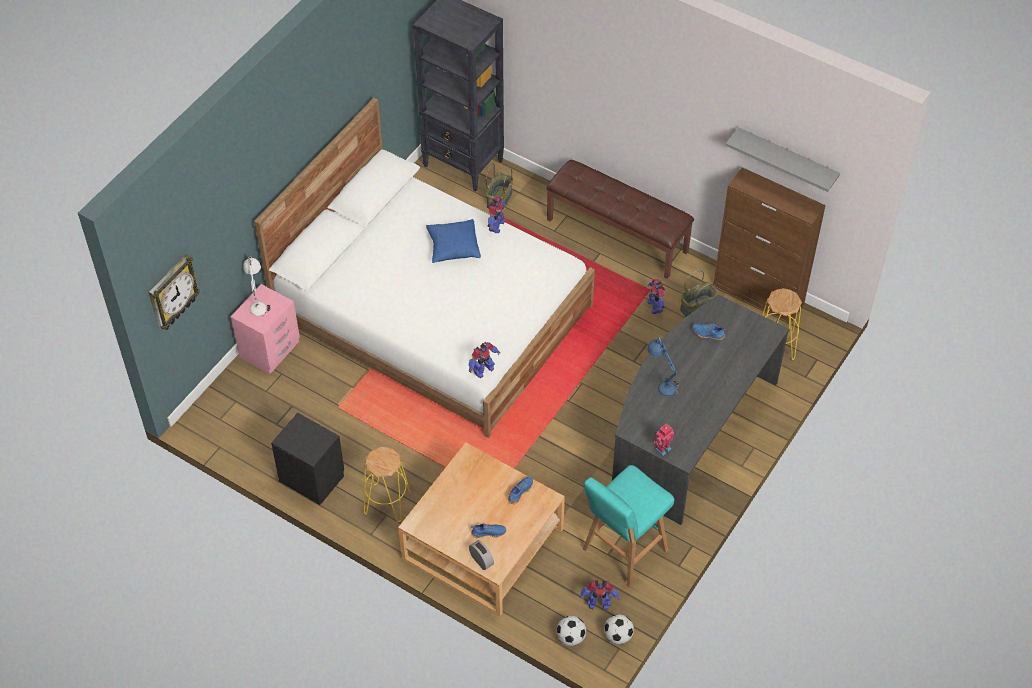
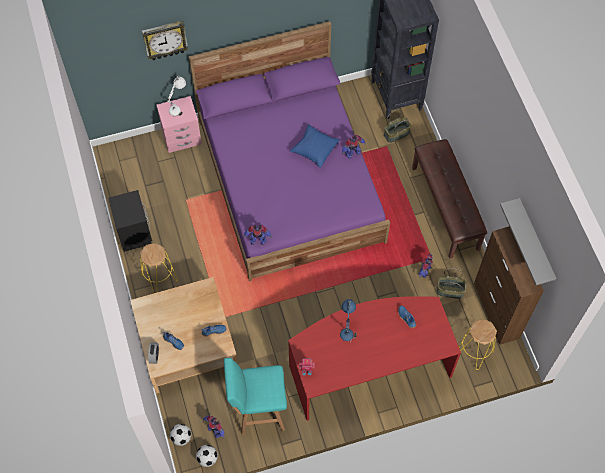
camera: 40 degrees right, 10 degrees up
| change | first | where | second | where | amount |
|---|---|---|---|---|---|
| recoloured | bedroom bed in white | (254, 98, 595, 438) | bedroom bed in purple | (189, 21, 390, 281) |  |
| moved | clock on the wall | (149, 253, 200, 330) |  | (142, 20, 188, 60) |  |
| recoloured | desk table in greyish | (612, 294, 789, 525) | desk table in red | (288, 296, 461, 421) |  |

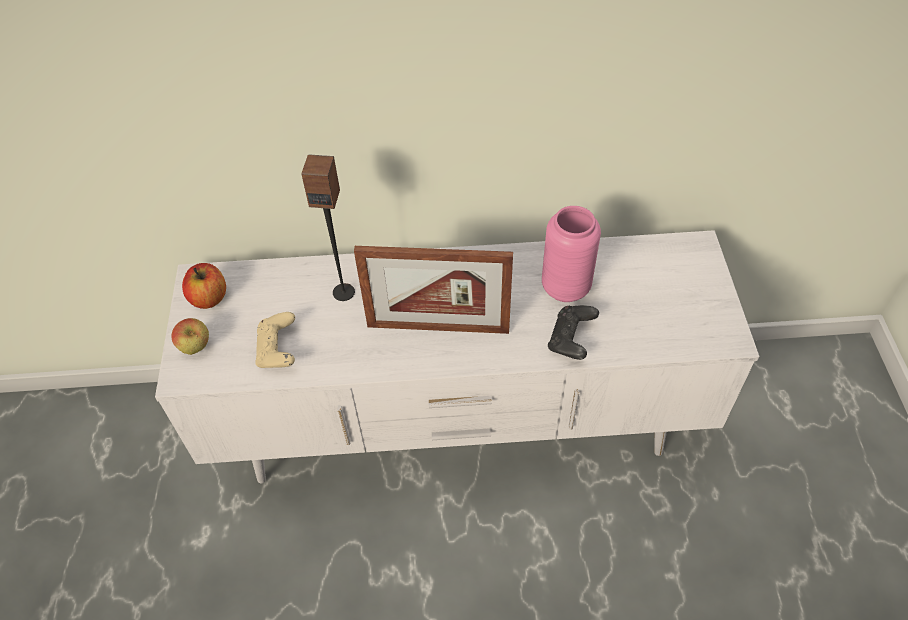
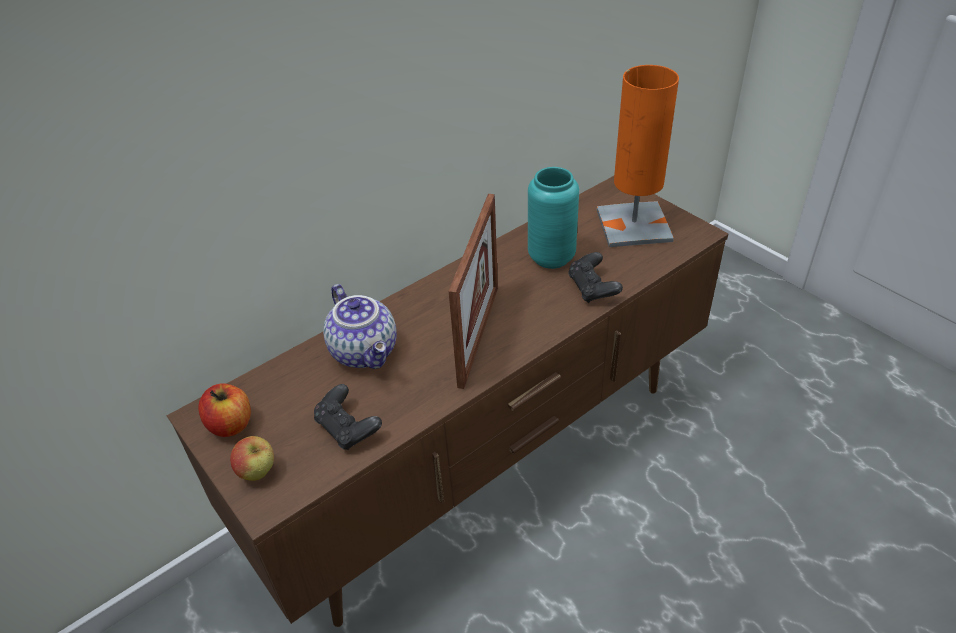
camera: 35 degrees left, 10 degrees down
| change | first | where | second | where | amount |
|---|---|---|---|---|---|
| replaced | audio speaker | (301, 154, 355, 301) | teapot | (323, 284, 397, 369) |  |
| recoloured | flower vase in pink | (542, 206, 601, 302) | flower vase in turquoise-coloured | (528, 167, 579, 269) |  |
| recoloured | media console in white | (155, 230, 760, 484) | media console in brown | (167, 176, 729, 627) |  |
| turned | photo frame | (354, 246, 513, 334) |  | (449, 194, 498, 389) | 45 degrees counterclockwise |
| recoloured | gamepad in beige | (255, 312, 295, 368) | gamepad in blackish | (314, 384, 382, 450) |  |
| added |  |  | tabletop lamp in orange | (597, 65, 679, 247) |  |

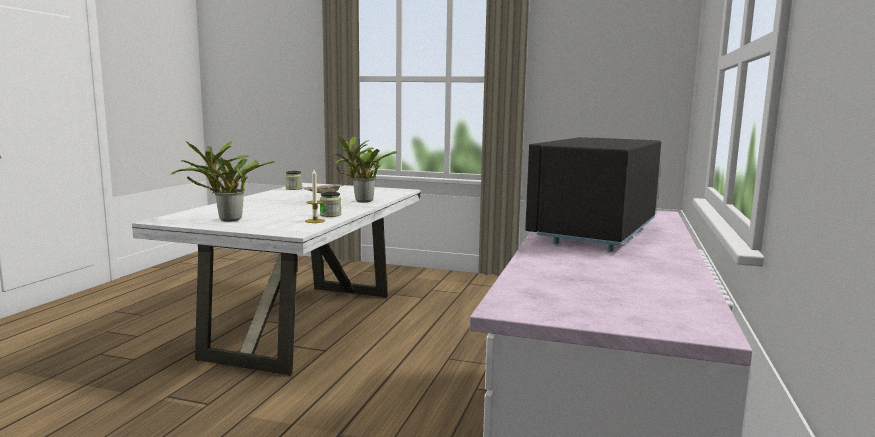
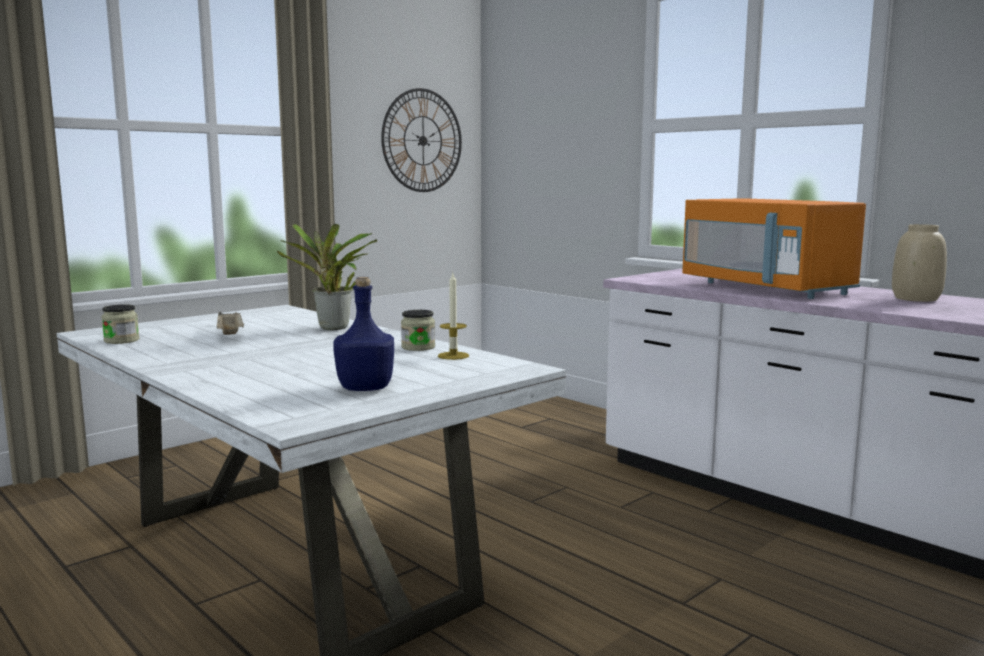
camera: 60 degrees left, 0 degrees up
| change | first | where | second | where | amount |
|---|---|---|---|---|---|
| recoloured | kitchen microwave in blackish | (525, 137, 661, 252) | kitchen microwave in orange | (682, 198, 866, 299) |  |
| replaced | plant in a pot | (171, 141, 275, 222) | beverage bottle in bluish | (334, 277, 394, 391) |  |
| added |  |  | clock on the wall | (381, 88, 462, 192) |  |
| added |  |  | flower vase in beige | (892, 224, 947, 302) |  |

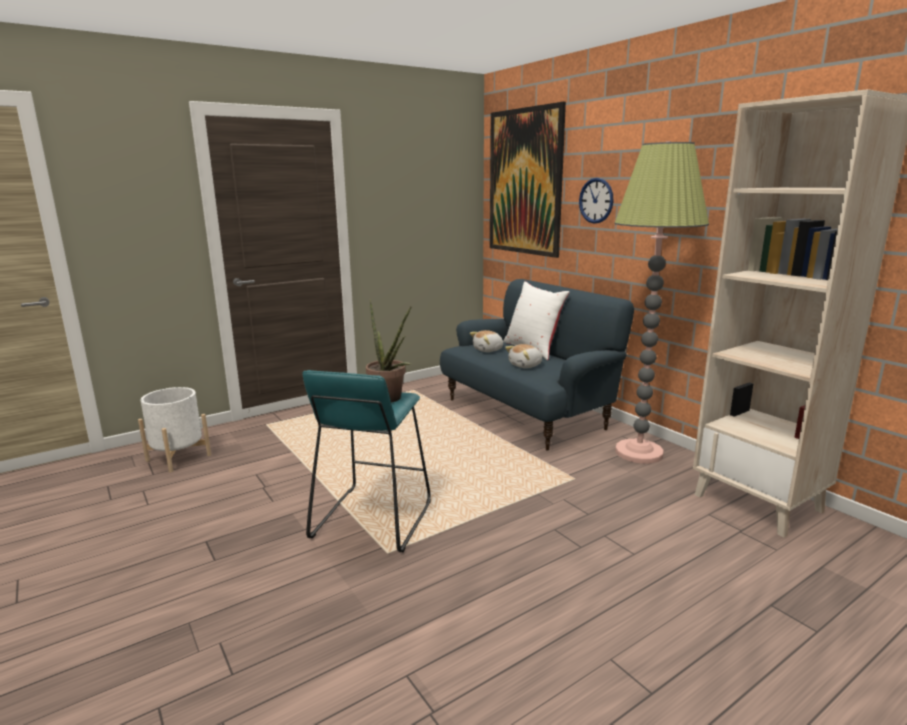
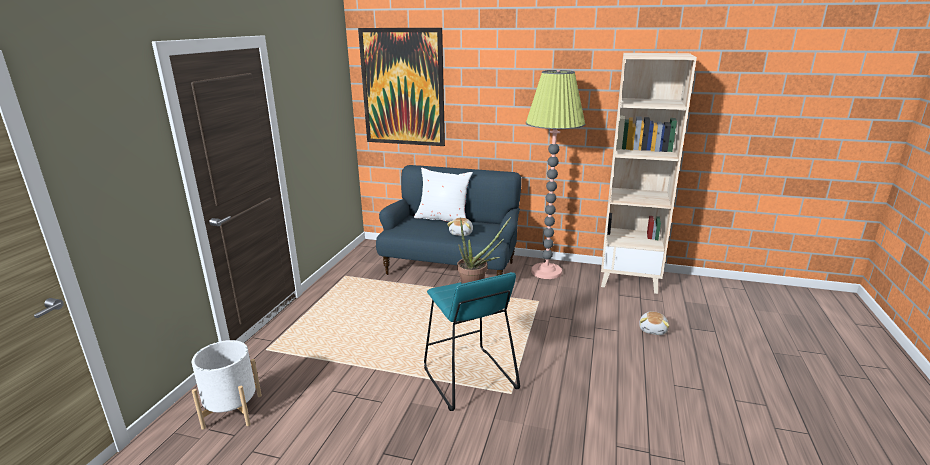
camera: 40 degrees left, 5 degrees up
| change | first | where | second | where | amount |
|---|---|---|---|---|---|
| removed | clock on the wall | (579, 178, 614, 224) |  |  |  |
| moved | plush toy | (470, 330, 504, 352) |  | (639, 312, 670, 335) |  |

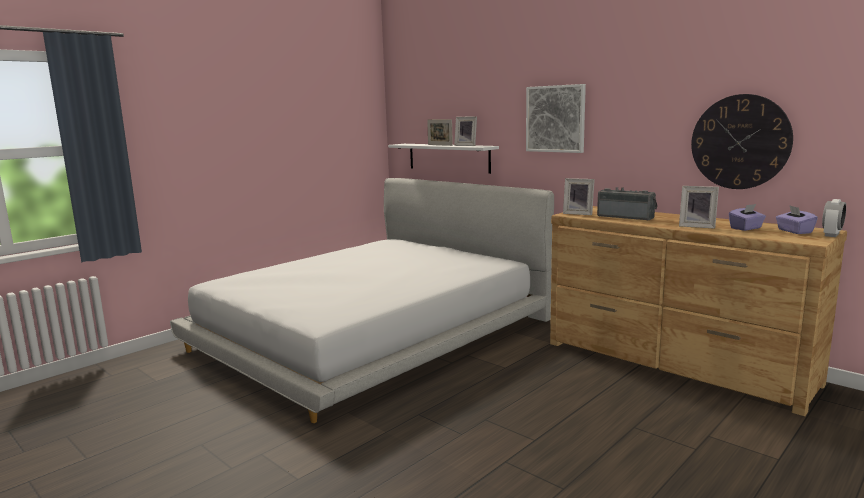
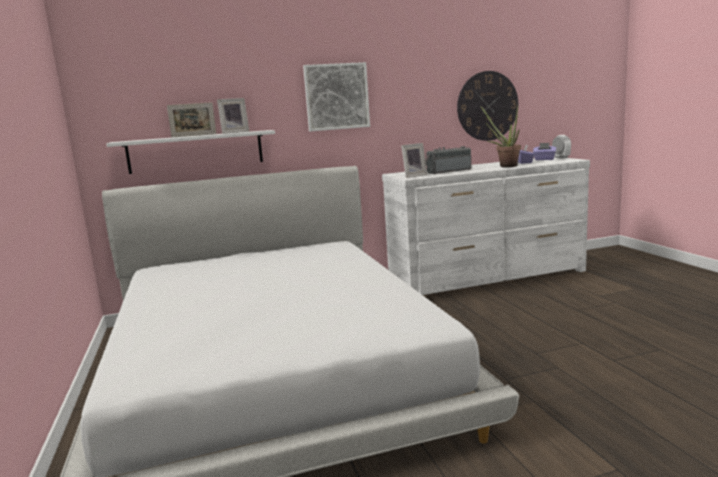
camera: 60 degrees left, 0 degrees up
| change | first | where | second | where | amount |
|---|---|---|---|---|---|
| replaced | photo frame | (679, 186, 719, 229) | plant in a pot | (481, 105, 521, 167) |  |
| recoloured | dresser in brown | (550, 206, 847, 416) | dresser in white | (382, 157, 590, 295) |  |

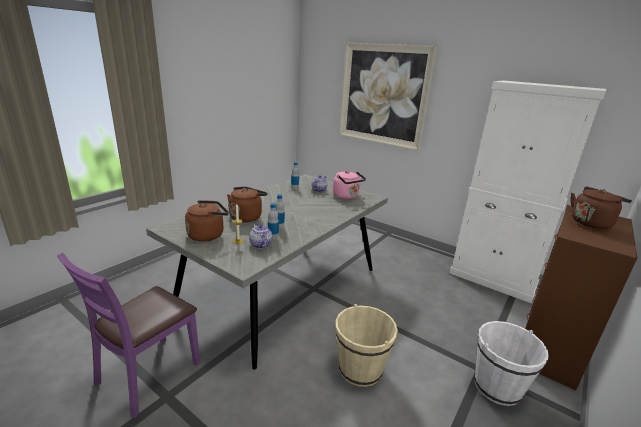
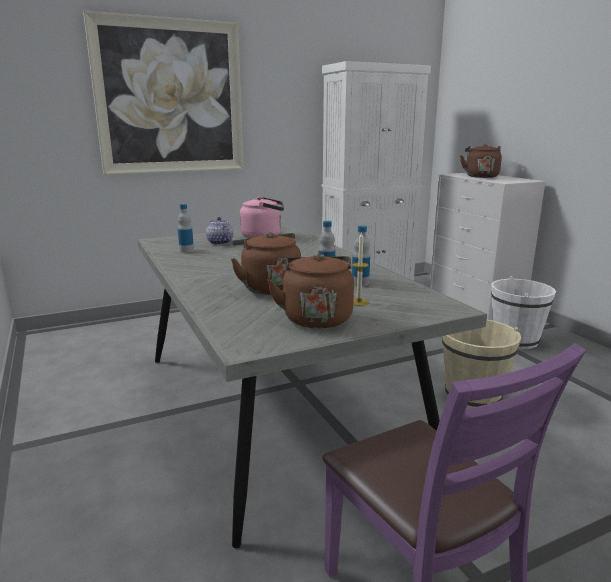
camera: 60 degrees left, 5 degrees down
| change | first | where | second | where | amount |
|---|---|---|---|---|---|
| recoloured | dresser in brown | (525, 205, 637, 390) | dresser in white | (430, 173, 546, 321) |  |
| removed | teapot | (249, 223, 273, 248) |  |  |  |

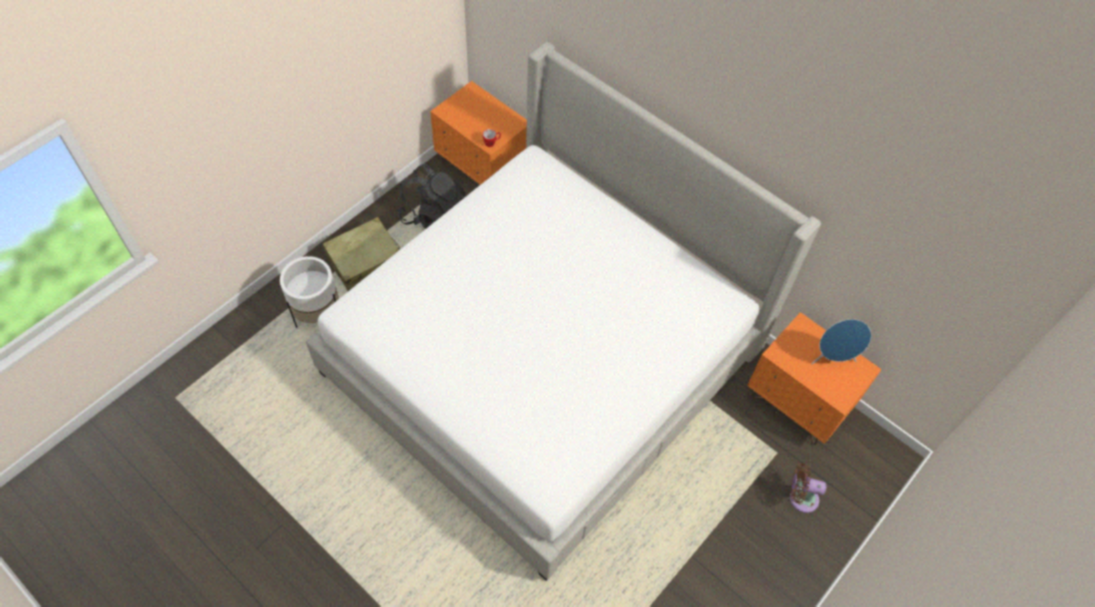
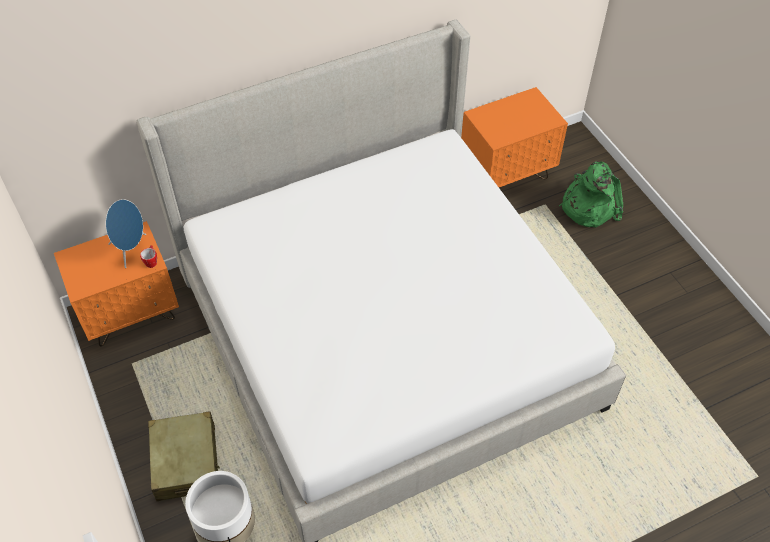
camera: 65 degrees left, 5 degrees down
| change | first | where | second | where | amount |
|---|---|---|---|---|---|
| removed | backpack in blackish | (398, 164, 465, 230) |  |  |  |
| moved | audio speaker in bluish | (811, 319, 871, 365) |  | (106, 199, 146, 268) |  |
| replaced | cooling fan in brown | (790, 463, 827, 513) | backpack in greenish | (559, 161, 623, 228) |  |

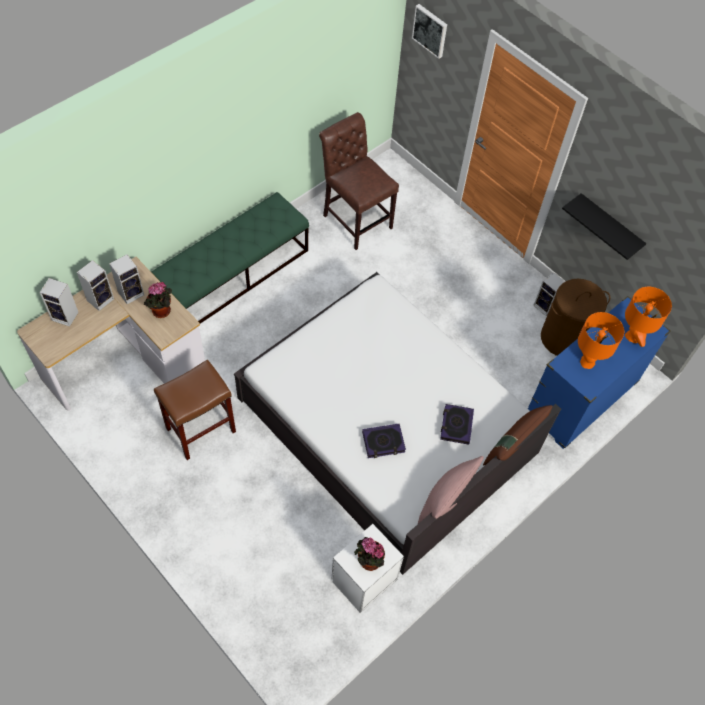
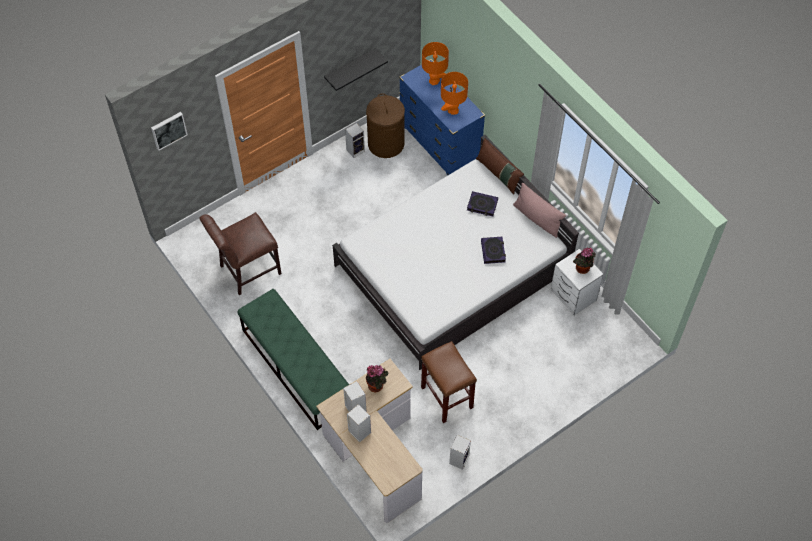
camera: 80 degrees left, 0 degrees up
| change | first | where | second | where | amount |
|---|---|---|---|---|---|
| moved | audio speaker | (40, 278, 79, 327) |  | (449, 435, 471, 470) |  |

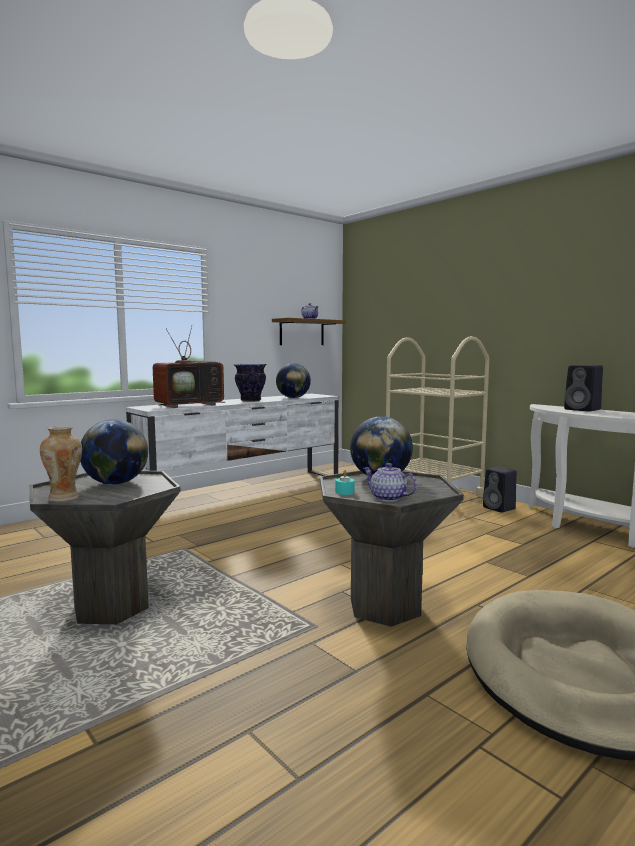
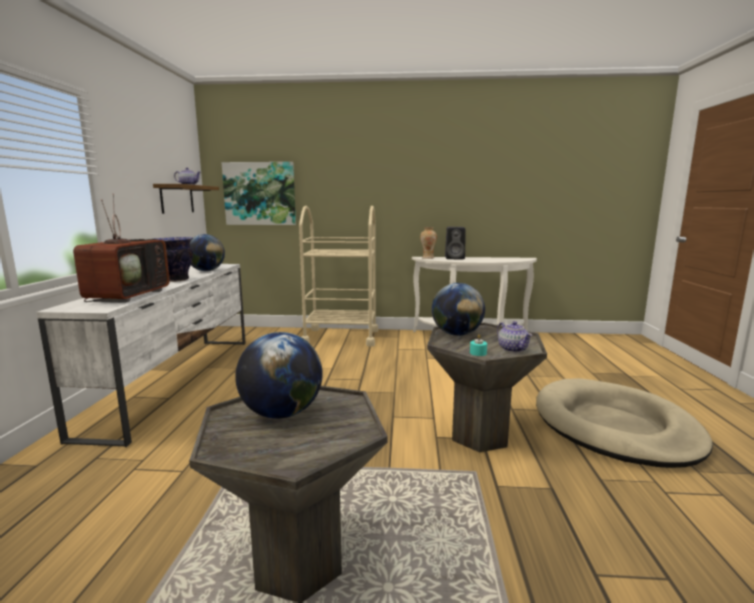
camera: 45 degrees left, 5 degrees up
| change | first | where | second | where | amount |
|---|---|---|---|---|---|
| moved | flower vase | (40, 426, 82, 502) |  | (420, 227, 437, 259) |  |
| turned | teapot | (363, 463, 417, 501) |  | (497, 321, 532, 353) | 105 degrees counterclockwise |
| removed | audio speaker in blackish | (483, 467, 517, 513) |  |  |  |
| added |  |  | wall art | (222, 162, 296, 225) |  |

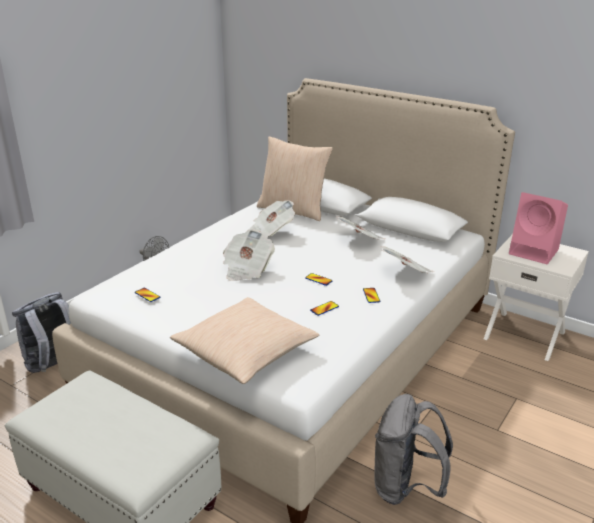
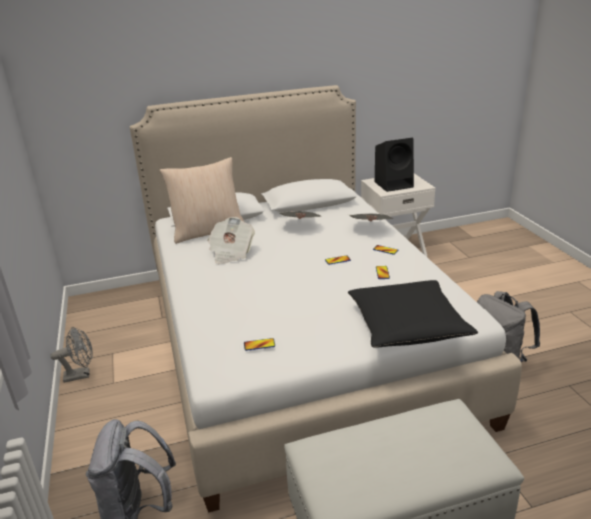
camera: 50 degrees left, 0 degrees up
| change | first | where | second | where | amount |
|---|---|---|---|---|---|
| recoloured | audio speaker in pink | (509, 192, 568, 264) | audio speaker in blackish | (375, 138, 414, 192) |  |
| removed | printed paper | (223, 230, 275, 281) |  |  |  |
| recoloured | pillow in beige | (170, 297, 320, 384) | pillow in blackish | (348, 280, 478, 348) |  |

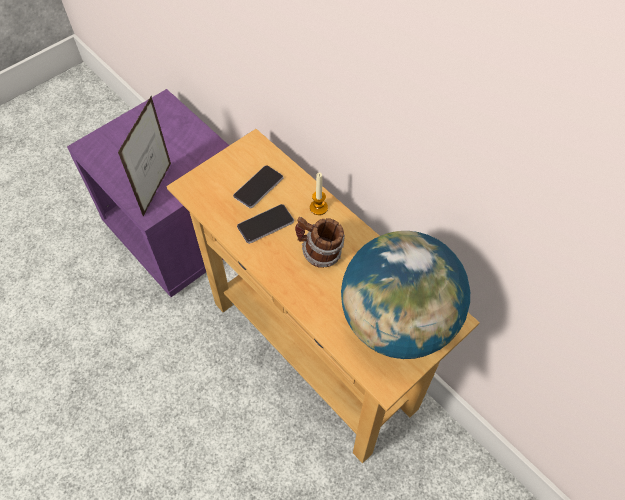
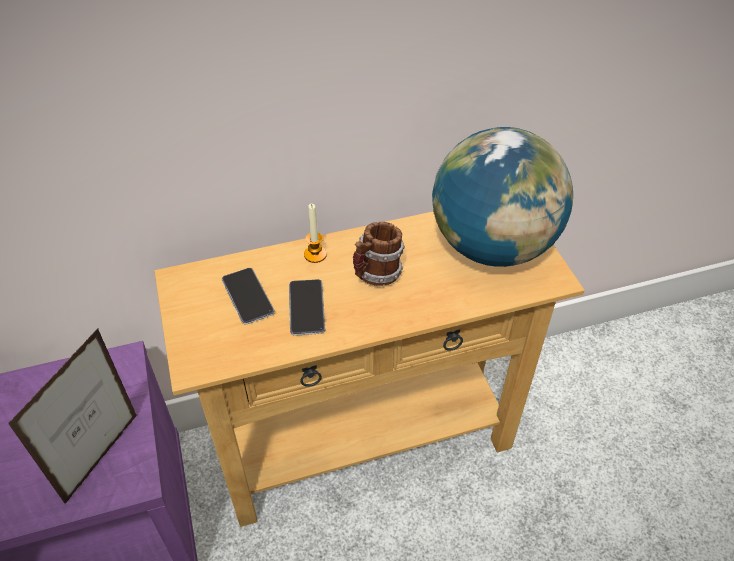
camera: 65 degrees left, 10 degrees down
| change | first | where | second | where | amount |
|---|---|---|---|---|---|
| turned | photo frame | (118, 96, 171, 216) |  | (8, 328, 137, 504) | 75 degrees clockwise |

